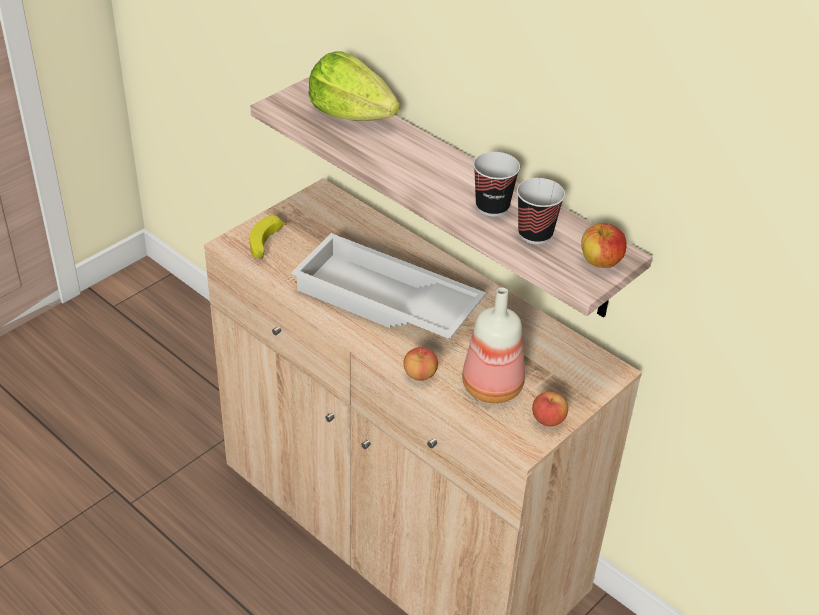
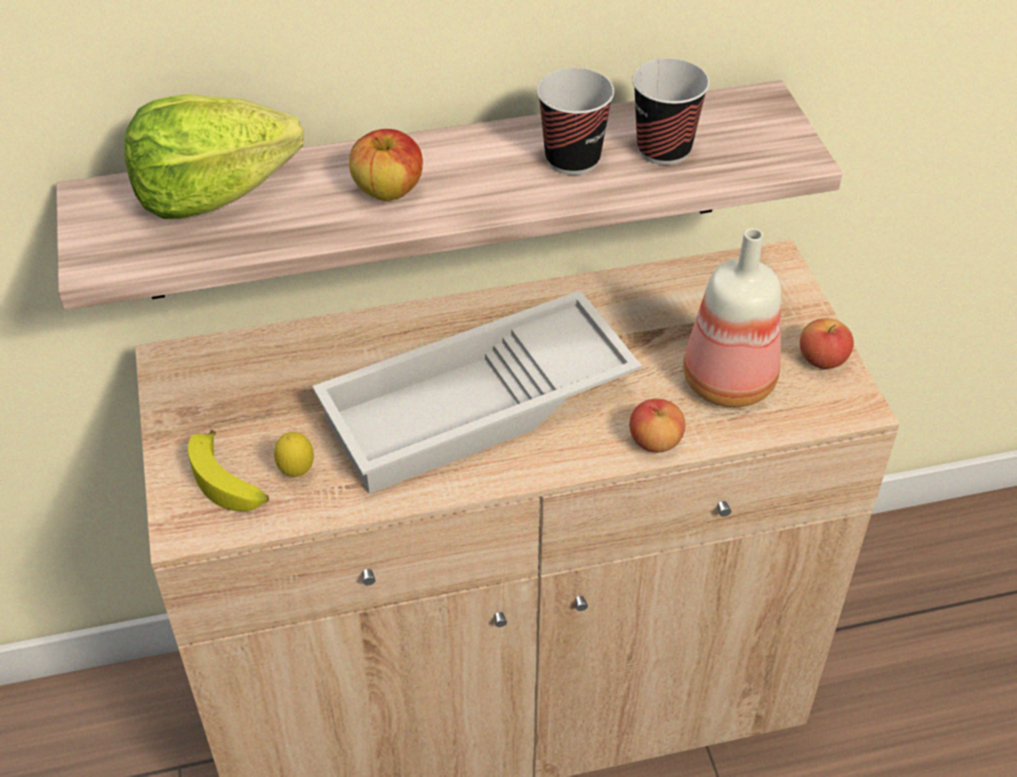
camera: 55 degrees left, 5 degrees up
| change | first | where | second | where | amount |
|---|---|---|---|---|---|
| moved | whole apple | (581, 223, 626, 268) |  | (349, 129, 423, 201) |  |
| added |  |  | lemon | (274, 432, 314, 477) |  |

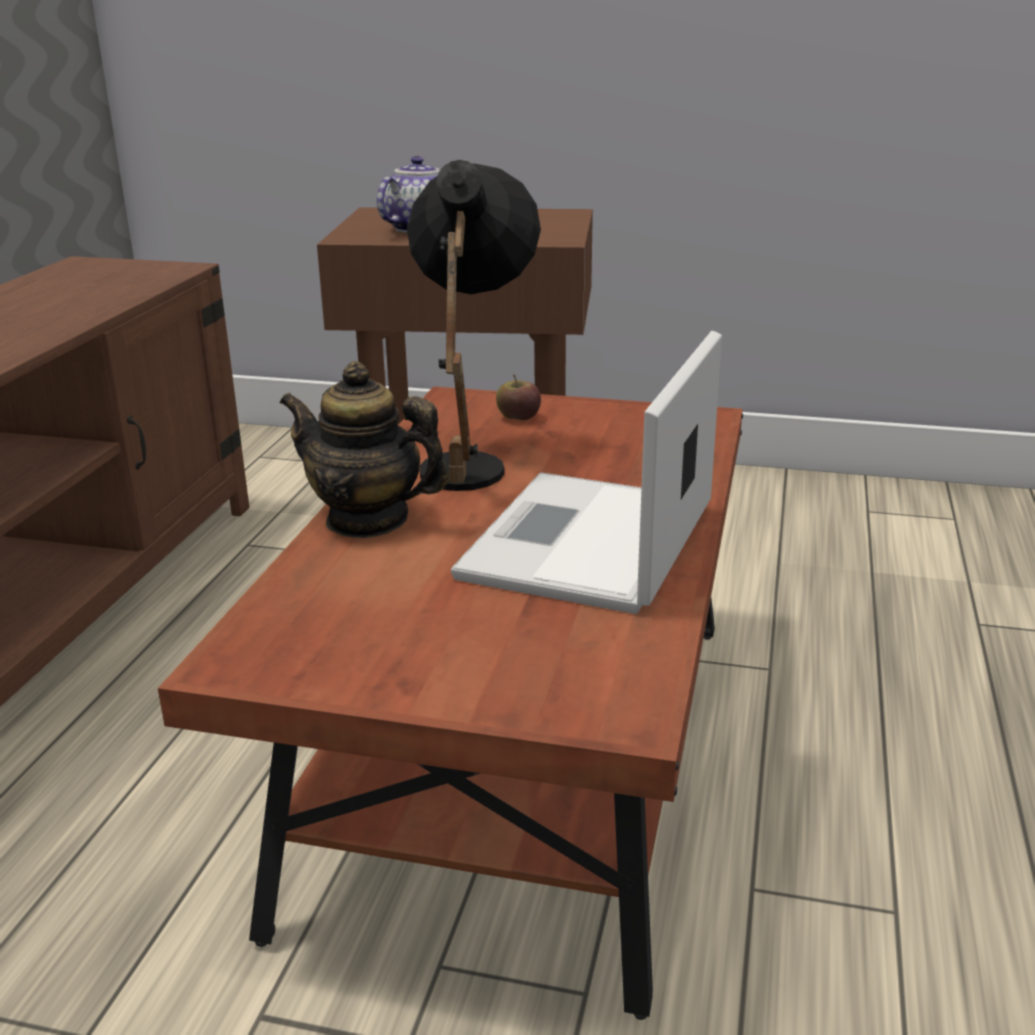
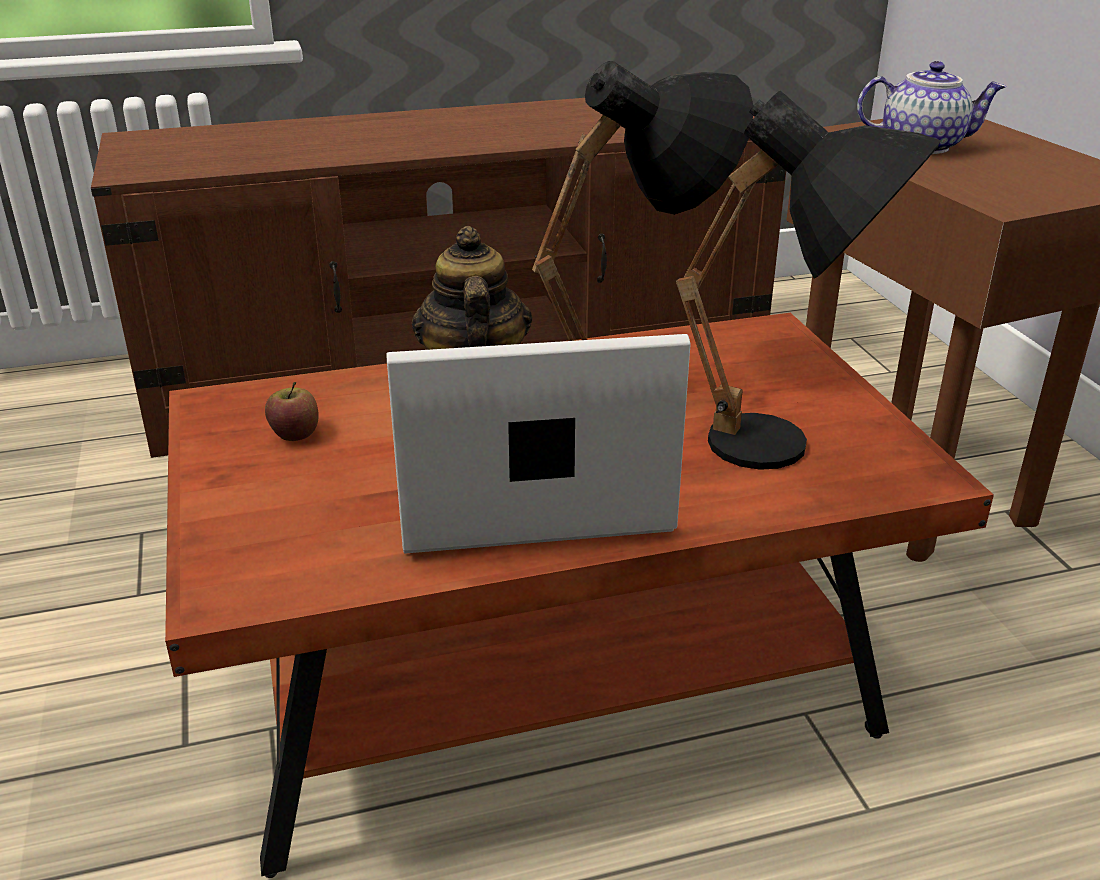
camera: 60 degrees right, 5 degrees up
| change | first | where | second | where | amount |
|---|---|---|---|---|---|
| moved | whole apple | (496, 375, 541, 420) |  | (265, 382, 318, 441) |  |
| added |  |  | tabletop lamp in blackish | (676, 91, 941, 470) |  |

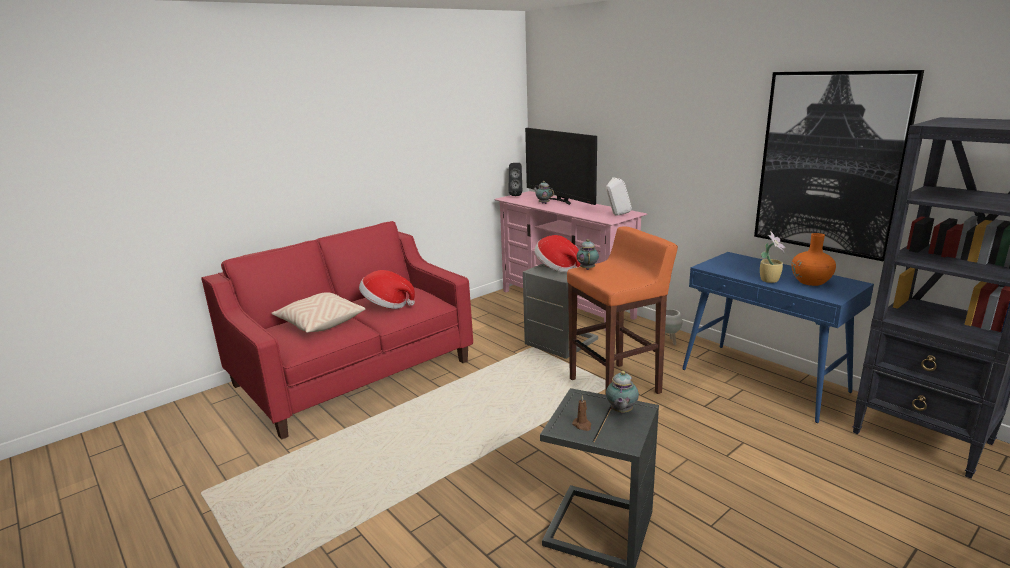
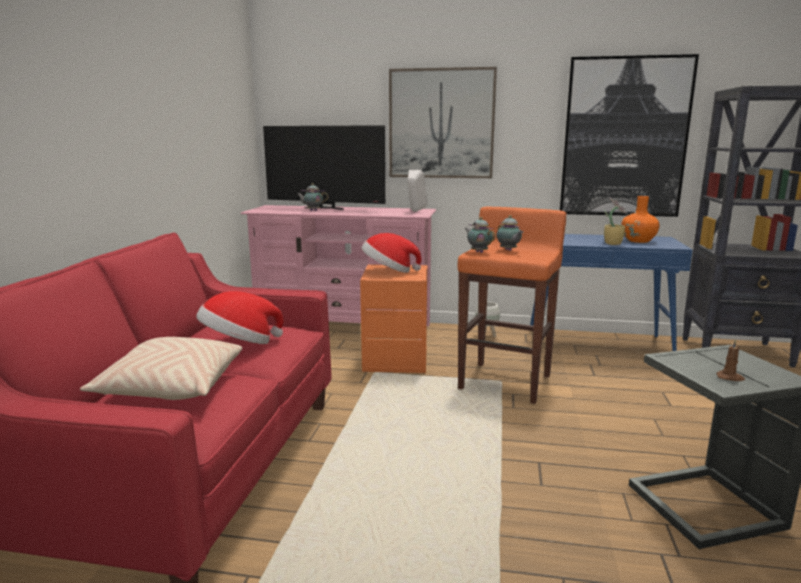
camera: 40 degrees left, 5 degrees down
| change | first | where | second | where | amount |
|---|---|---|---|---|---|
| removed | audio speaker in blackish | (509, 163, 522, 196) |  |  |  |
| recoloured | end table in greyish | (523, 264, 598, 359) | end table in orange | (360, 265, 428, 373) |  |
| moved | teapot | (606, 371, 639, 413) |  | (497, 215, 523, 251) |  |
| added |  |  | wall art | (389, 67, 497, 178) |  |

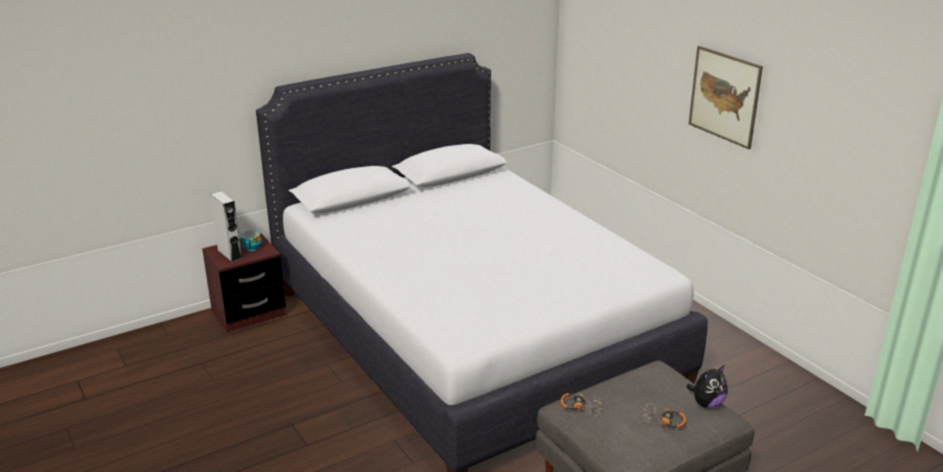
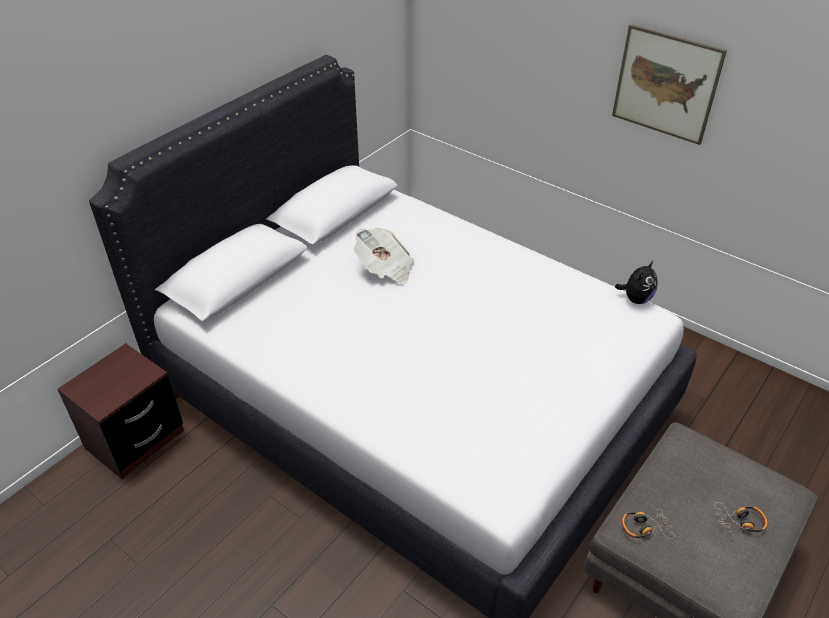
camera: 20 degrees left, 15 degrees up
| change | first | where | second | where | amount |
|---|---|---|---|---|---|
| removed | audio speaker in greyish | (210, 191, 242, 262) |  |  |  |
| removed | cup | (241, 230, 261, 251) |  |  |  |
| moved | plush toy | (686, 365, 728, 408) |  | (615, 260, 658, 304) |  |
| added |  |  | printed paper | (354, 228, 414, 284) |  |

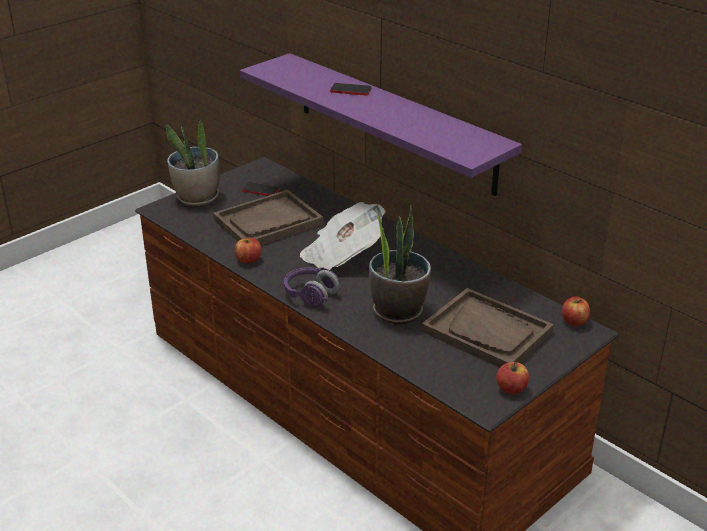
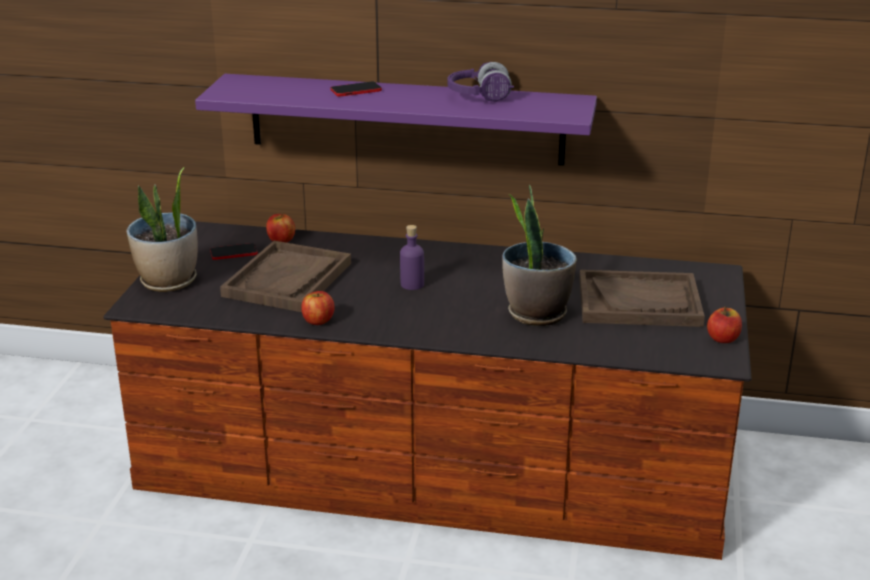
camera: 35 degrees left, 5 degrees down
| change | first | where | second | where | amount |
|---|---|---|---|---|---|
| replaced | printed paper | (300, 202, 386, 270) | beverage bottle in purple | (400, 225, 424, 290) |  |
| moved | headphones in purple | (284, 267, 340, 306) |  | (448, 62, 514, 102) |  |
| moved | whole apple | (562, 296, 590, 326) |  | (266, 213, 295, 243) |  |

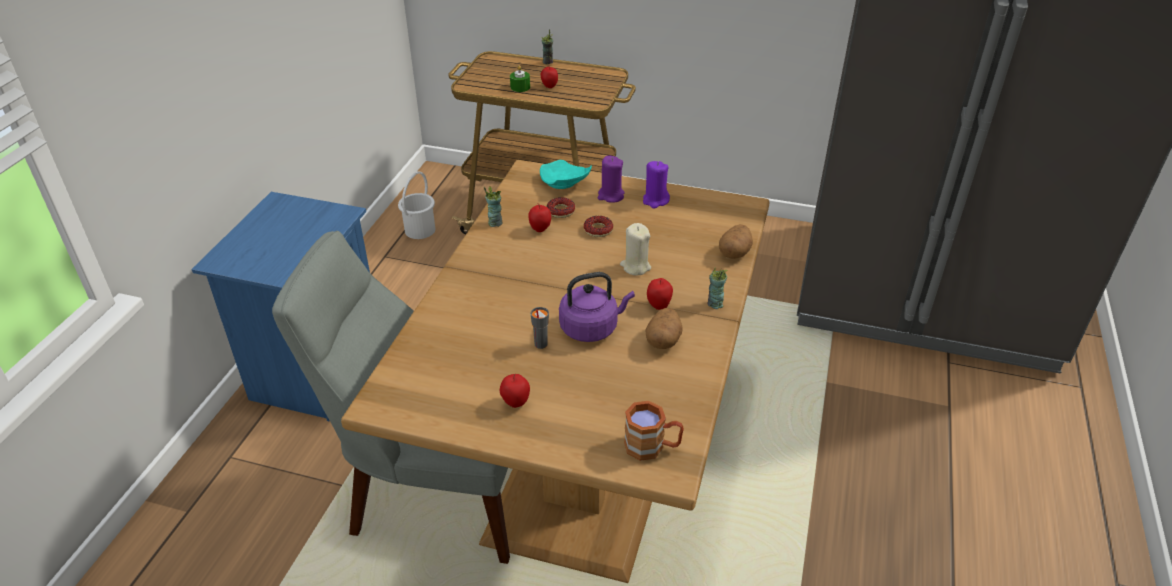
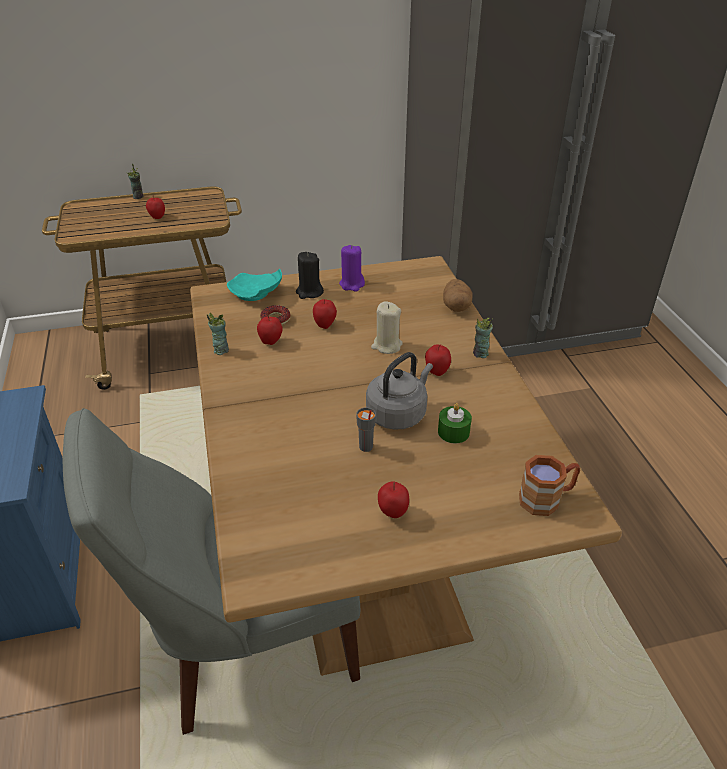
camera: 30 degrees left, 0 degrees up
| change | first | where | second | where | amount |
|---|---|---|---|---|---|
| moved | candle in greenish | (510, 65, 530, 92) |  | (438, 403, 472, 444) |  |
| recoloured | candle in purple | (598, 155, 625, 203) | candle in blackish | (296, 252, 324, 299) |  |
| removed | bucket in white | (398, 171, 435, 239) |  |  |  |
| replaced | doughnut | (584, 216, 613, 237) | whole apple | (313, 299, 337, 329) |  |
| recoloured | kettle in purple | (559, 272, 635, 342) | kettle in greyish | (366, 352, 433, 430) |  |
| removed | spud | (645, 308, 683, 349) |  |  |  |

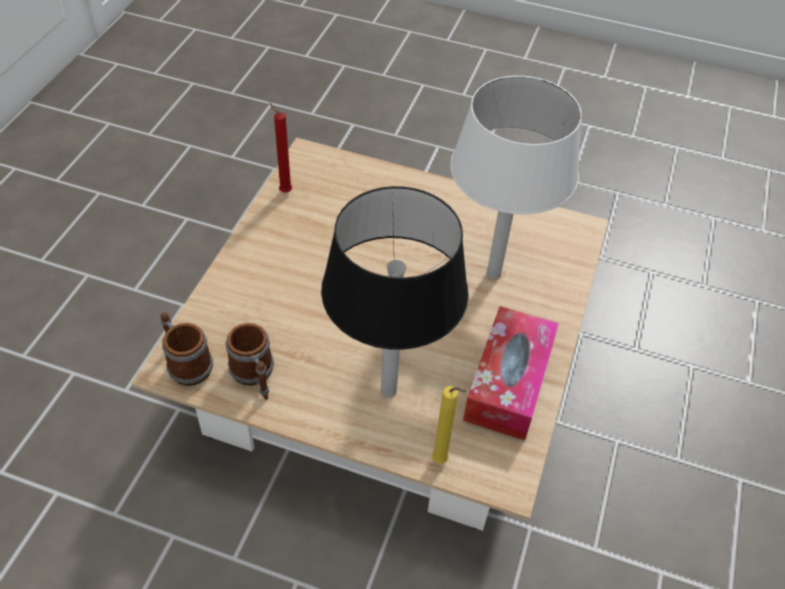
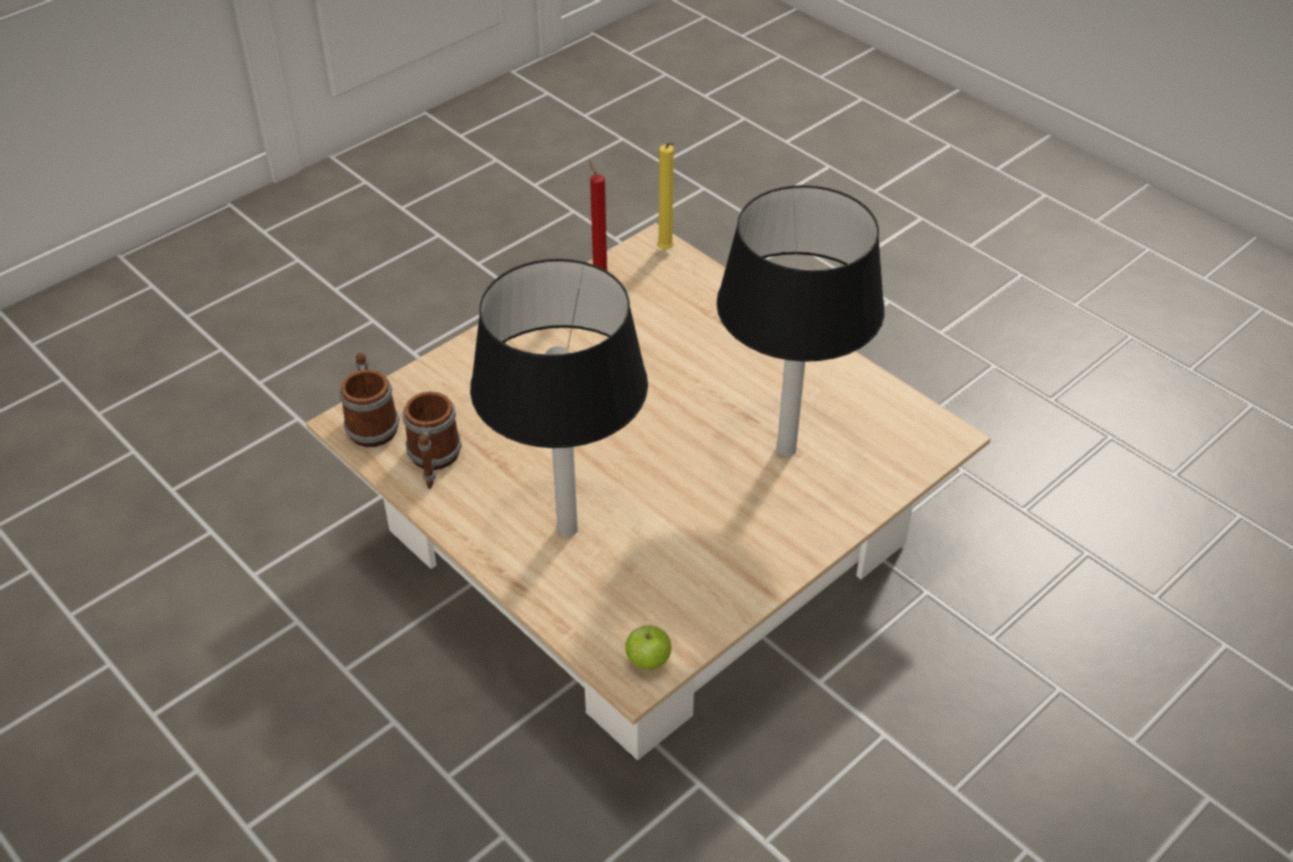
camera: 30 degrees right, 5 degrees down
| change | first | where | second | where | amount |
|---|---|---|---|---|---|
| recoloured | tabletop lamp in white | (450, 76, 582, 279) | tabletop lamp in blackish | (716, 185, 885, 456) |  |
| removed | tissue holder | (463, 306, 559, 440) |  |  |  |
| moved | candle in yellow-coloured | (432, 386, 466, 464) |  | (657, 142, 675, 250) |  |
| added |  |  | whole apple | (625, 624, 671, 670) |  |

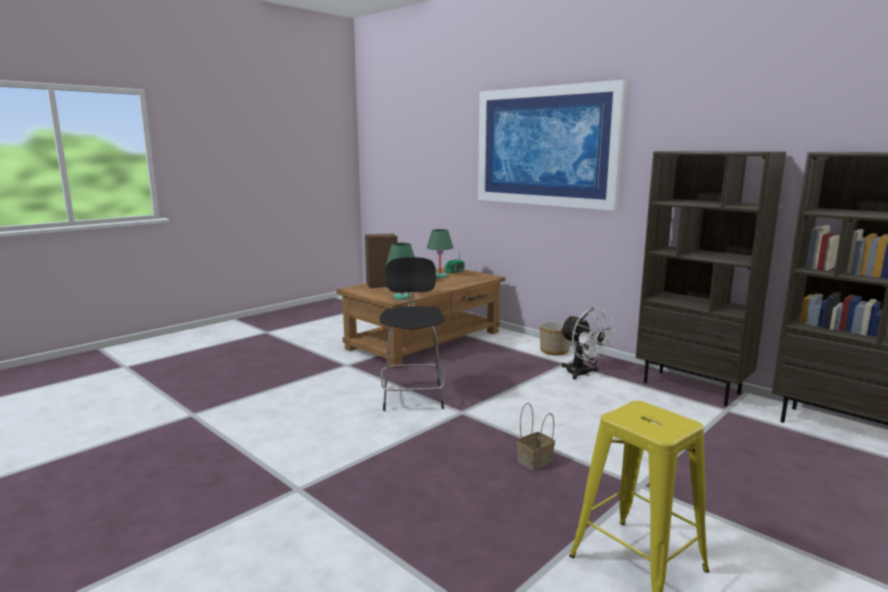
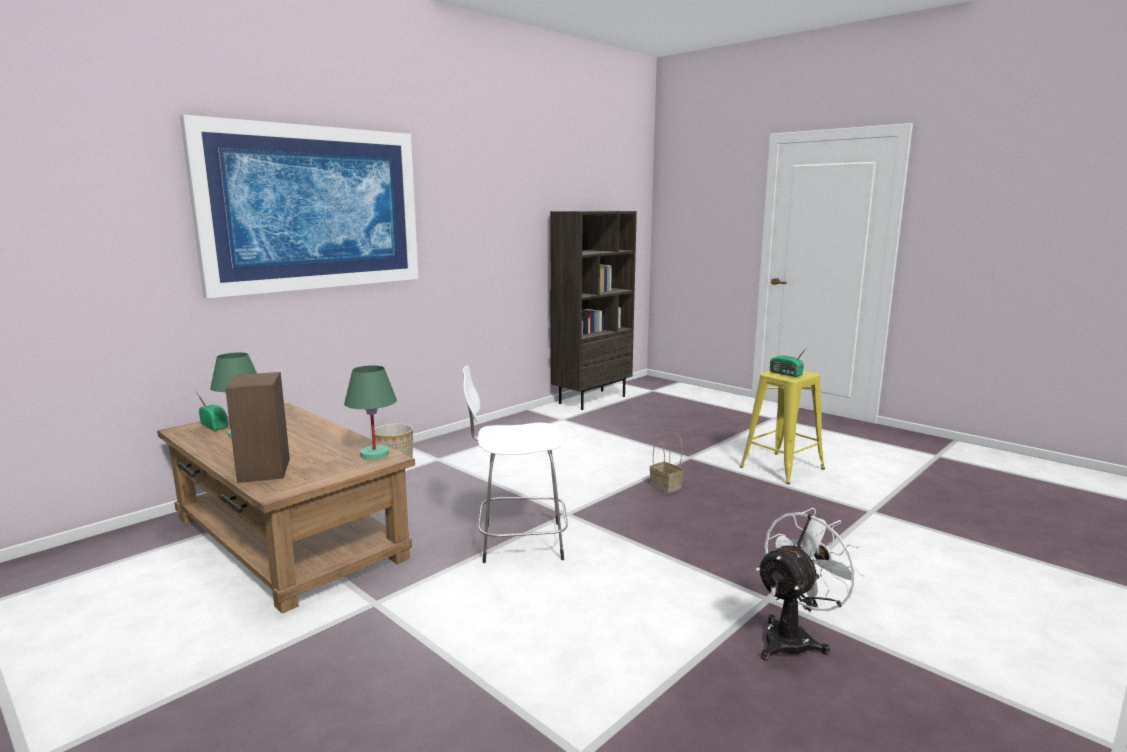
camera: 90 degrees left, 0 degrees up
| change | first | where | second | where | amount |
|---|---|---|---|---|---|
| removed | shelving unit in brown | (636, 151, 786, 406) |  |  |  |
| recoloured | stool seat in blackish | (379, 257, 444, 411) | stool seat in white | (463, 365, 568, 563) |  |
| moved | cooling fan in white | (560, 307, 616, 380) |  | (756, 508, 865, 661) |  |
| added |  |  | radio set | (770, 347, 807, 377) |  |

